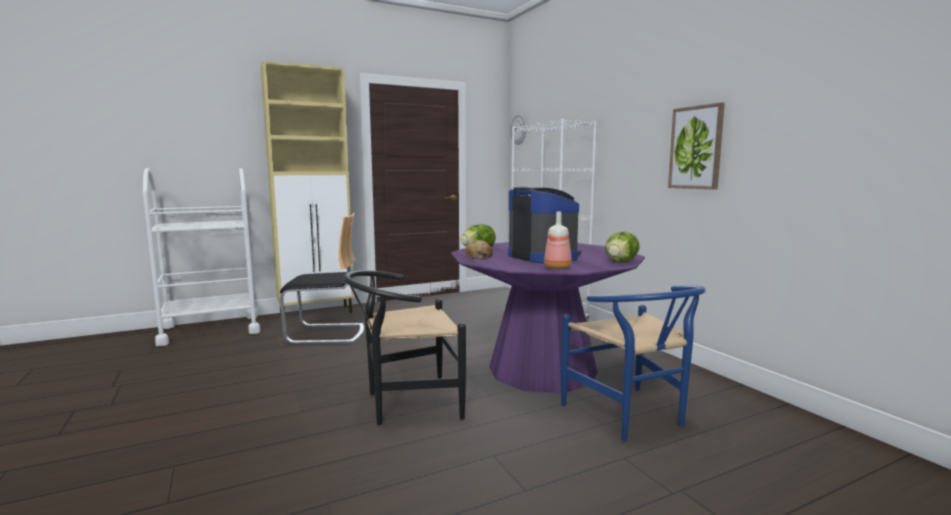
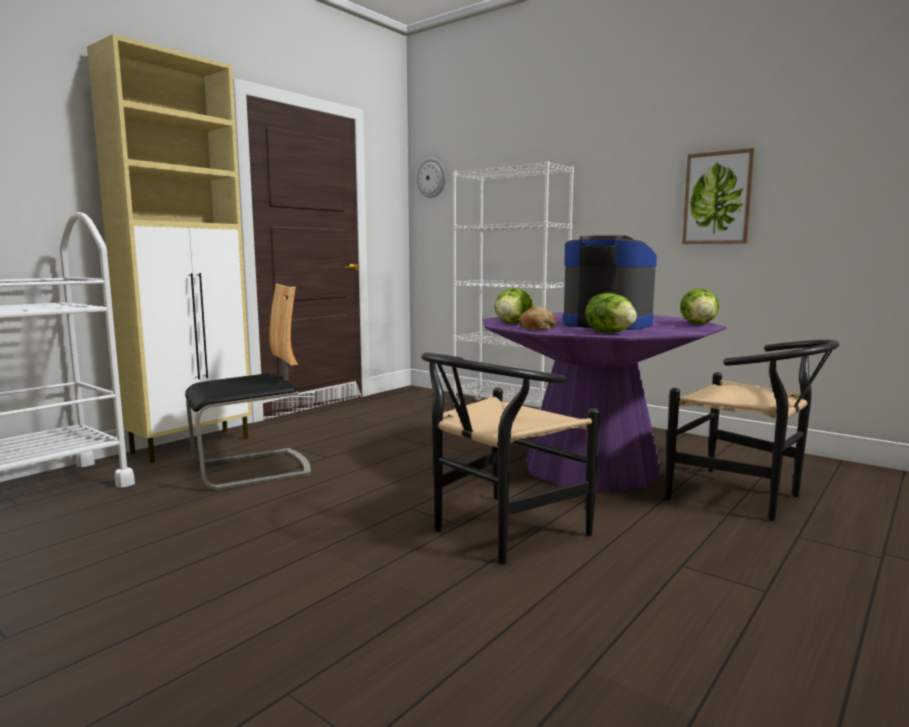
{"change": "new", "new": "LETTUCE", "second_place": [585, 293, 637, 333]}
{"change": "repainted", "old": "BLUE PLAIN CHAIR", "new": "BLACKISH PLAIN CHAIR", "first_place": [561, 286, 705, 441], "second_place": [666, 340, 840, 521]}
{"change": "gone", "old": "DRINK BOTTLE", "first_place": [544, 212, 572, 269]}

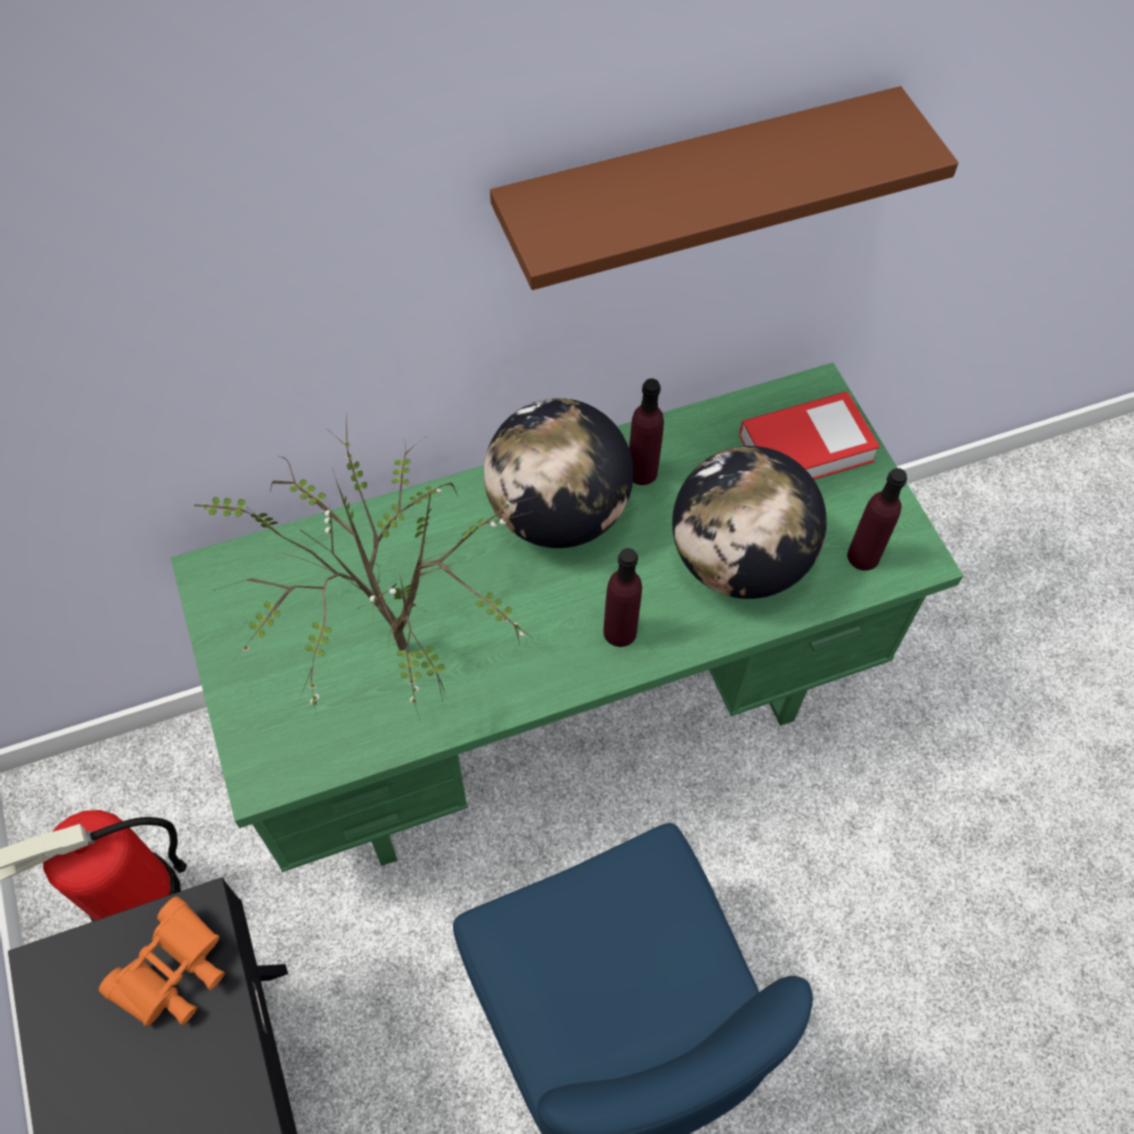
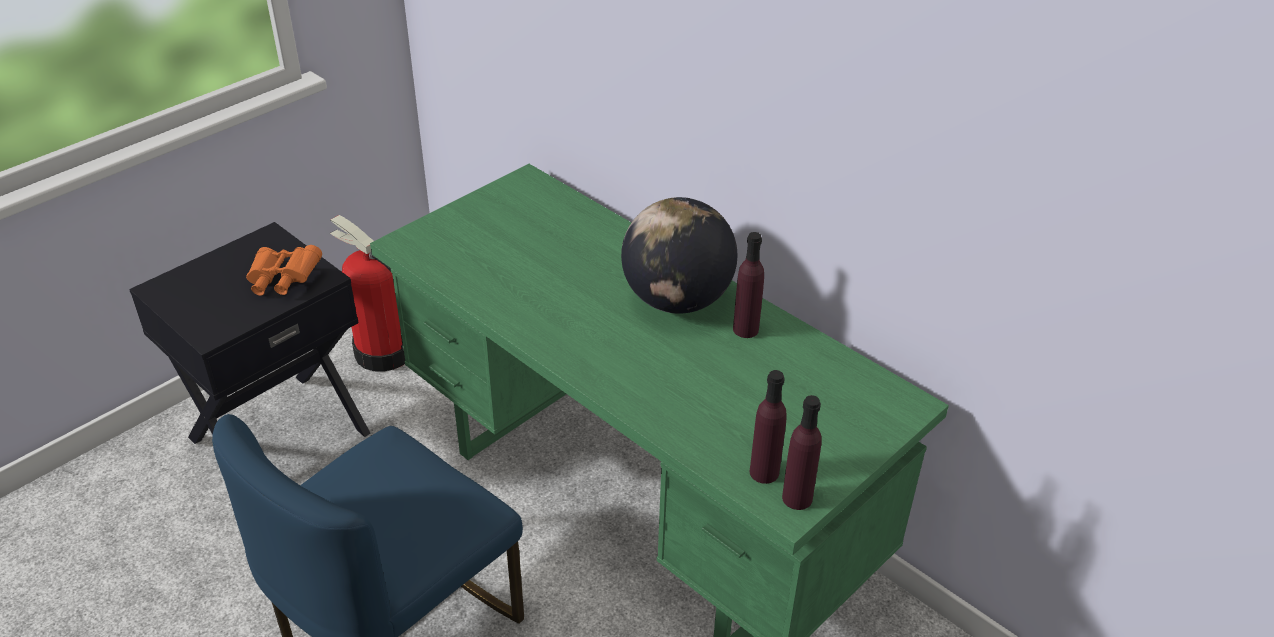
{"change": "shifted", "old": "PURPLE-COLOURED DRINK BOTTLE", "first_place": [603, 548, 642, 647], "second_place": [782, 395, 822, 510]}
{"change": "gone", "old": "PLANT IN A POT", "first_place": [194, 416, 537, 719]}
{"change": "gone", "old": "BROWN SHELF", "first_place": [490, 86, 958, 290]}
{"change": "gone", "old": "GLOBE", "first_place": [672, 446, 827, 599]}
{"change": "gone", "old": "BOUND BOOK", "first_place": [739, 391, 880, 480]}

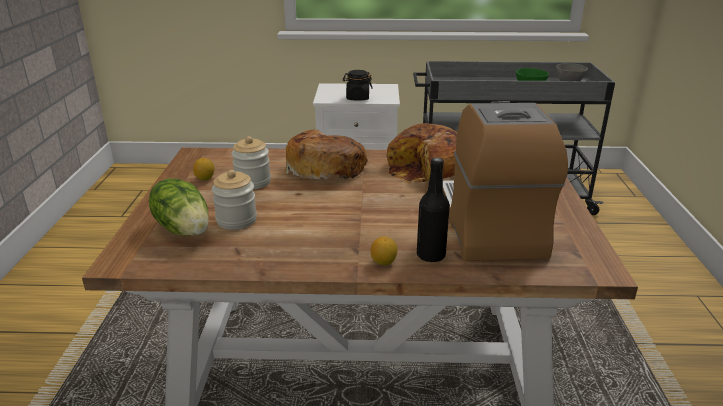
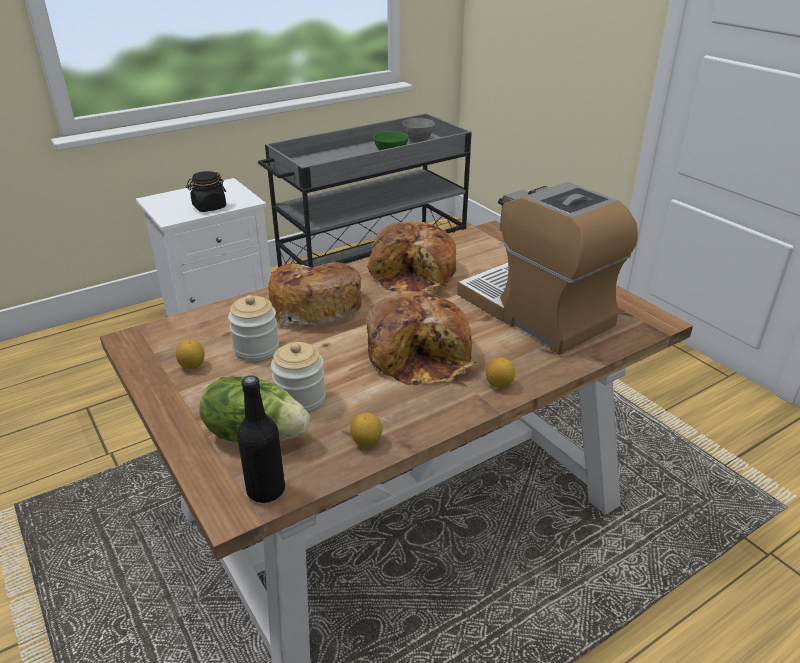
{"change": "shifted", "old": "BLACKISH DRINK BOTTLE", "first_place": [417, 158, 450, 262], "second_place": [237, 376, 285, 503]}
{"change": "new", "new": "LEMON", "second_place": [350, 412, 382, 447]}
{"change": "new", "new": "BAKED BREAD", "second_place": [366, 291, 477, 386]}

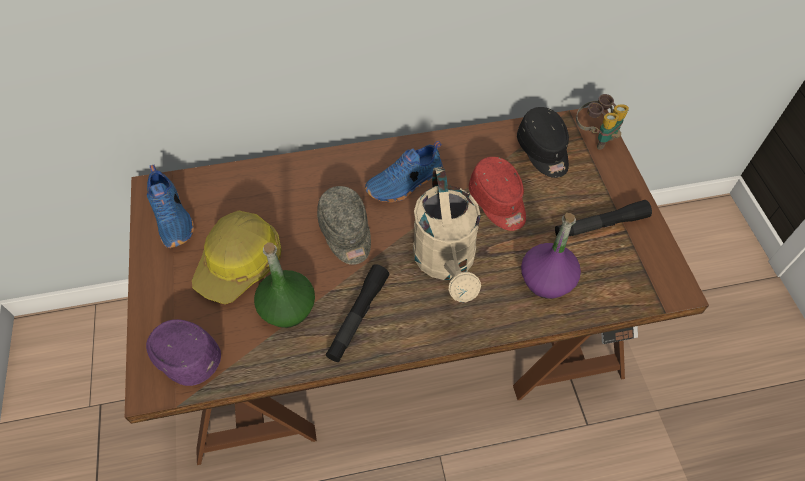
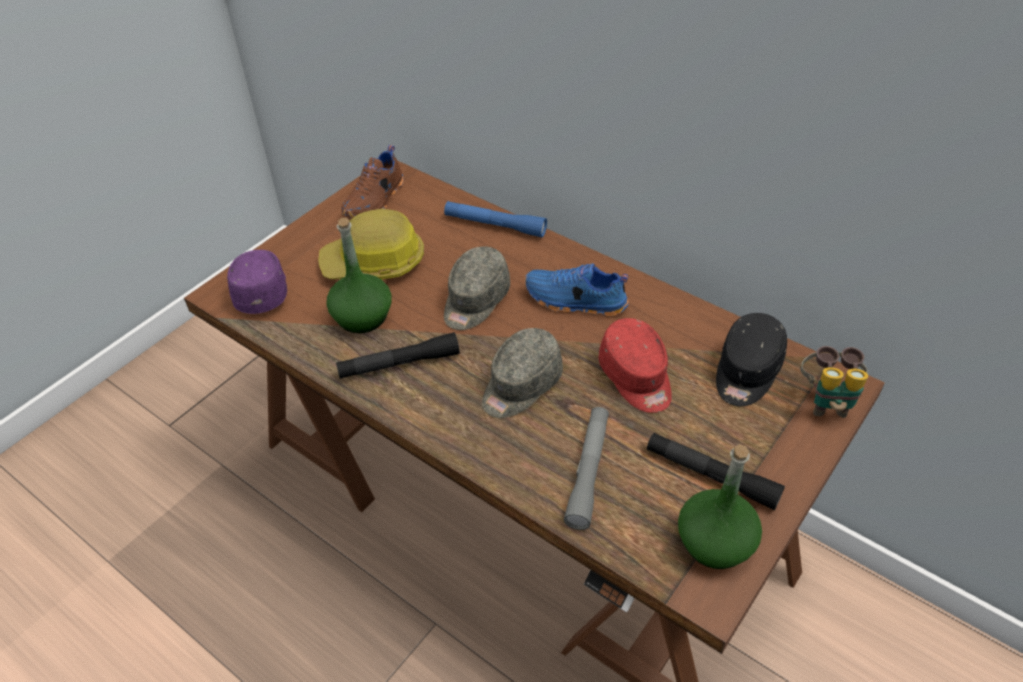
{"change": "repainted", "old": "BLUE LOW SHOE", "new": "BROWN LOW SHOE", "first_place": [147, 165, 194, 248], "second_place": [341, 145, 404, 218]}
{"change": "new", "new": "BLUE FLASHLIGHT", "second_place": [444, 201, 547, 238]}
{"change": "swapped", "old": "SAND-COLOURED SPRINKLING CAN", "new": "GRAY PEAKED CAP", "first_place": [413, 167, 481, 302], "second_place": [482, 328, 563, 418]}
{"change": "swapped", "old": "PURPLE-COLOURED DRINK BOTTLE", "new": "GRAY FLASHLIGHT", "first_place": [521, 213, 581, 299], "second_place": [564, 407, 609, 530]}
{"change": "rotated", "old": "RED PEAKED CAP", "first_place": [469, 157, 526, 231], "second_place": [599, 318, 672, 413], "degrees": -45}
{"change": "new", "new": "GREEN DRINK BOTTLE", "second_place": [678, 444, 762, 569]}

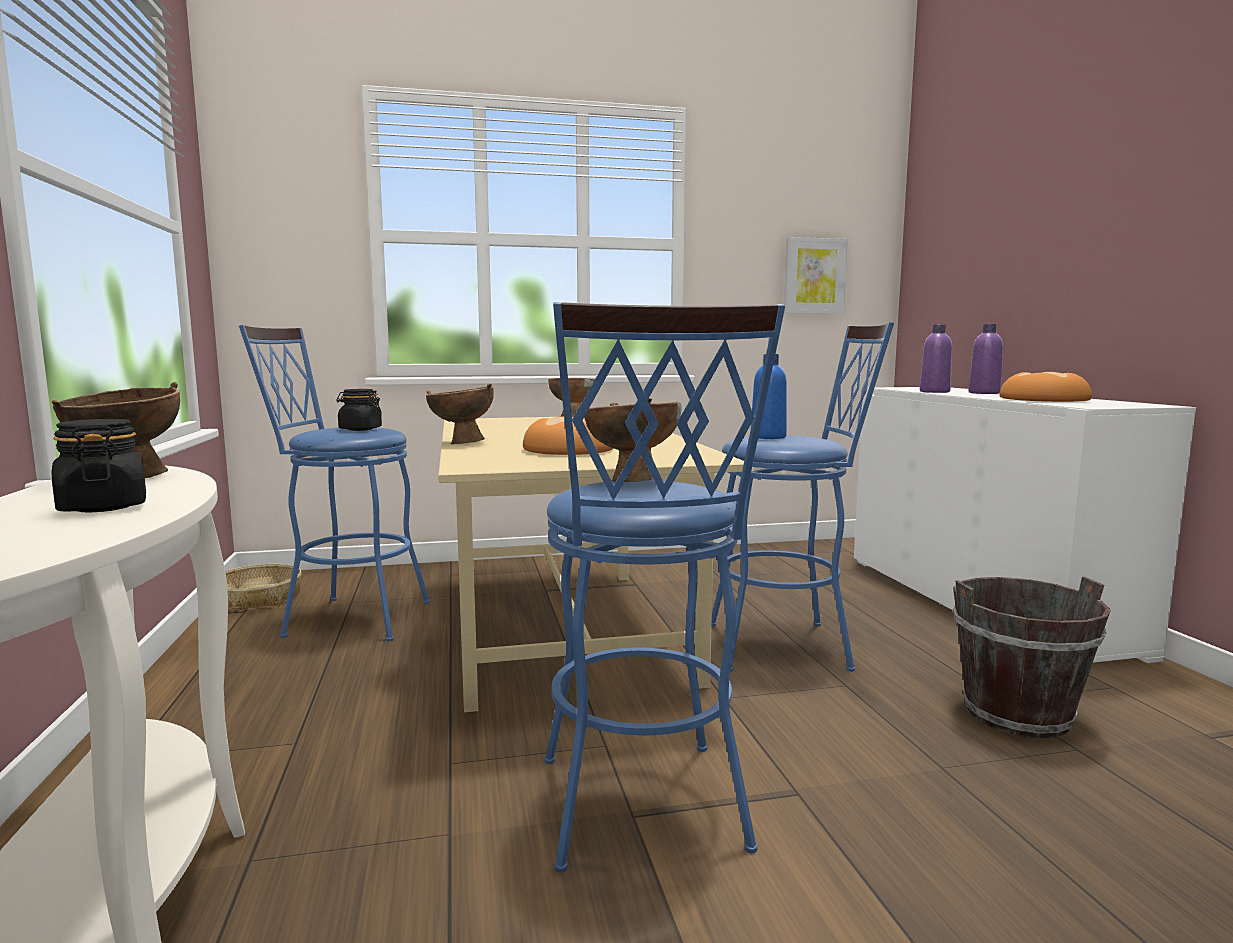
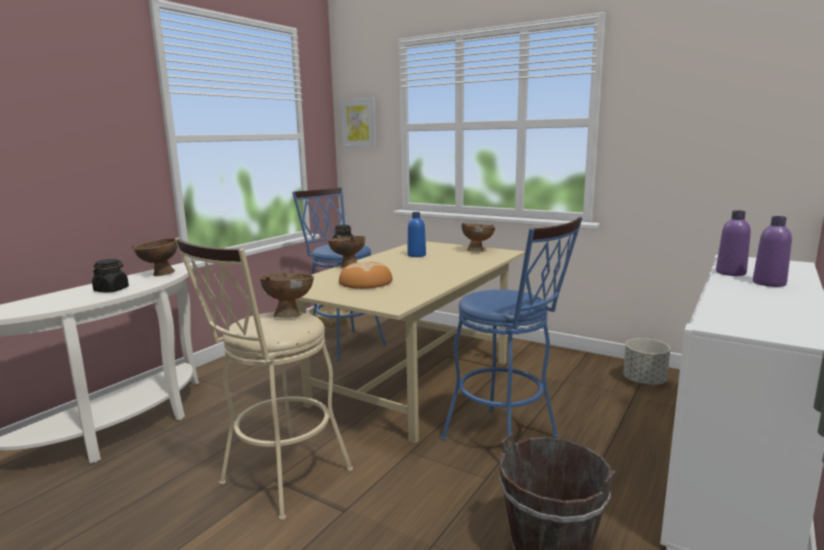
{"change": "repainted", "old": "BLUE SITTING STOOL", "new": "SAND-COLOURED SITTING STOOL", "first_place": [545, 302, 785, 873], "second_place": [175, 238, 353, 521]}
{"change": "shifted", "old": "WALL ART", "first_place": [784, 237, 848, 314], "second_place": [340, 98, 377, 148]}
{"change": "shifted", "old": "BLUE DRINK BOTTLE", "first_place": [751, 354, 787, 439], "second_place": [407, 212, 426, 257]}
{"change": "new", "new": "GRAY PLANTER", "second_place": [623, 338, 670, 386]}
{"change": "gone", "old": "BAKED BREAD", "first_place": [999, 372, 1092, 402]}

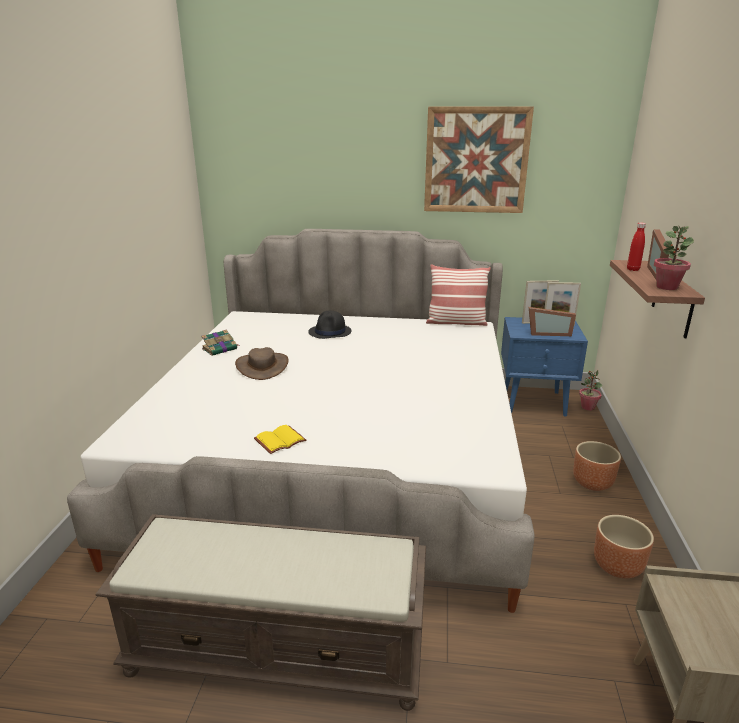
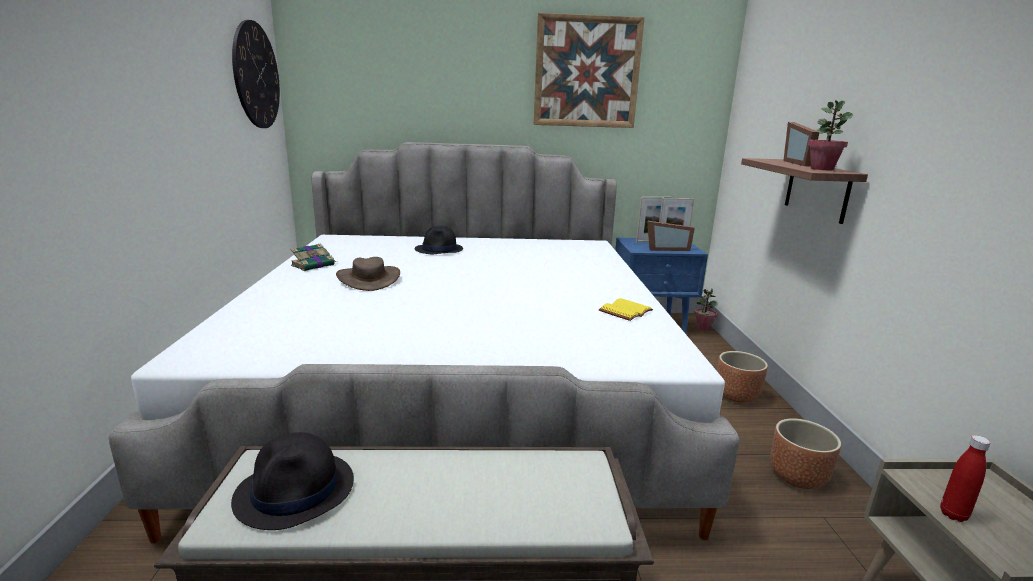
{"change": "new", "new": "BLACKISH CLOTHING HAT", "second_place": [231, 432, 354, 530]}
{"change": "new", "new": "HANGING CLOCK", "second_place": [232, 20, 280, 128]}
{"change": "shifted", "old": "YELLOWISH BOUND BOOK", "first_place": [254, 425, 307, 454], "second_place": [599, 298, 653, 321]}
{"change": "shifted", "old": "RED DRINK BOTTLE", "first_place": [627, 223, 646, 271], "second_place": [940, 435, 991, 522]}
{"change": "gone", "old": "PILLOW", "first_place": [426, 264, 491, 326]}

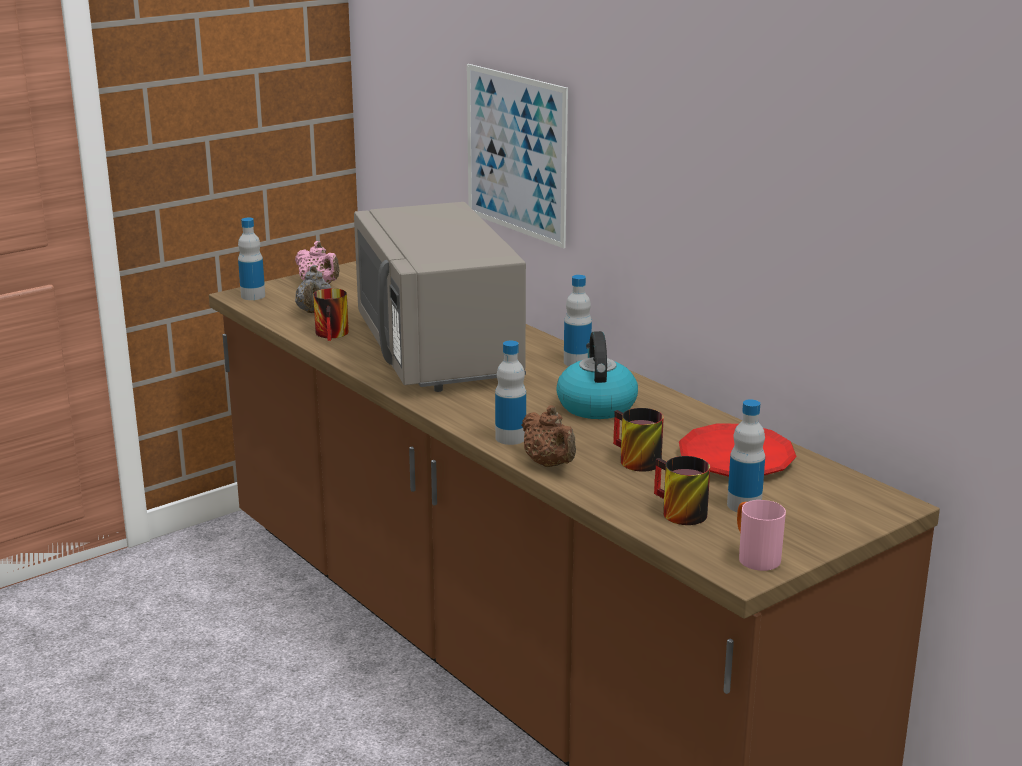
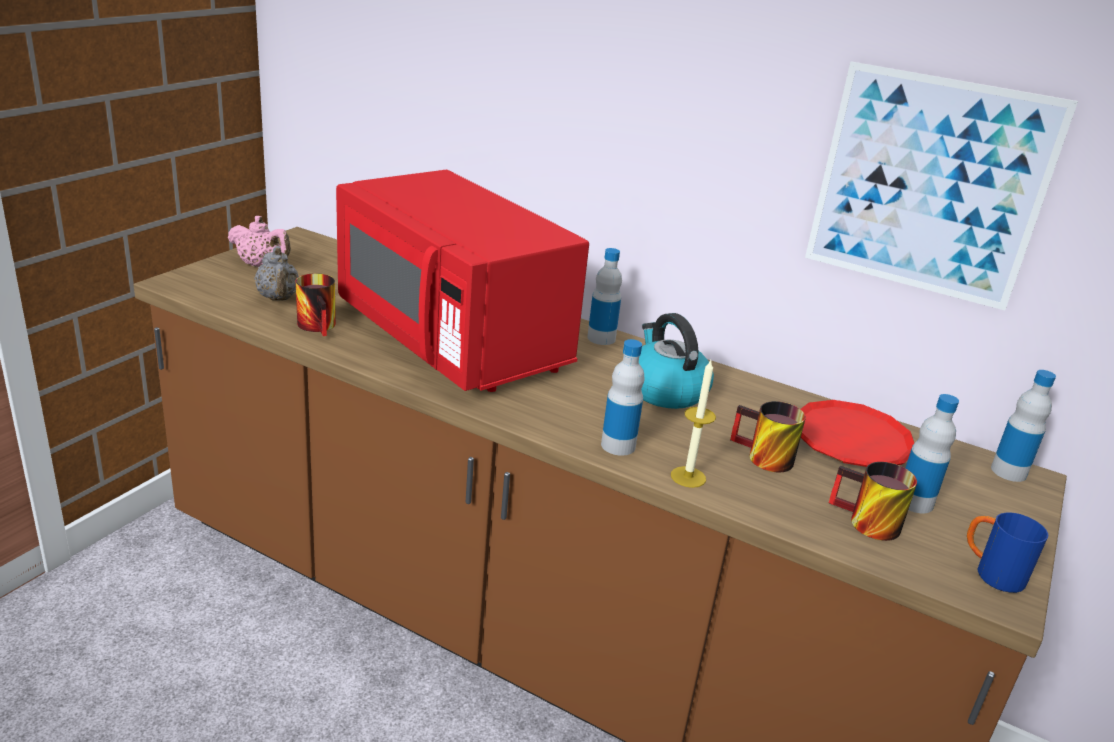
{"change": "repainted", "old": "GRAY MICROWAVE OVEN", "new": "RED MICROWAVE OVEN", "first_place": [354, 202, 526, 392], "second_place": [336, 169, 589, 392]}
{"change": "swapped", "old": "BROWN POT FOR TEA", "new": "CANDLE", "first_place": [522, 405, 576, 467], "second_place": [671, 360, 716, 488]}
{"change": "shifted", "old": "WALL ART", "first_place": [467, 64, 568, 248], "second_place": [805, 61, 1078, 310]}
{"change": "repainted", "old": "PINK COFFEE MUG", "new": "BLUE COFFEE MUG", "first_place": [737, 500, 786, 571], "second_place": [967, 513, 1048, 593]}
{"change": "shifted", "old": "DRINK BOTTLE", "first_place": [238, 218, 265, 300], "second_place": [991, 370, 1056, 482]}

